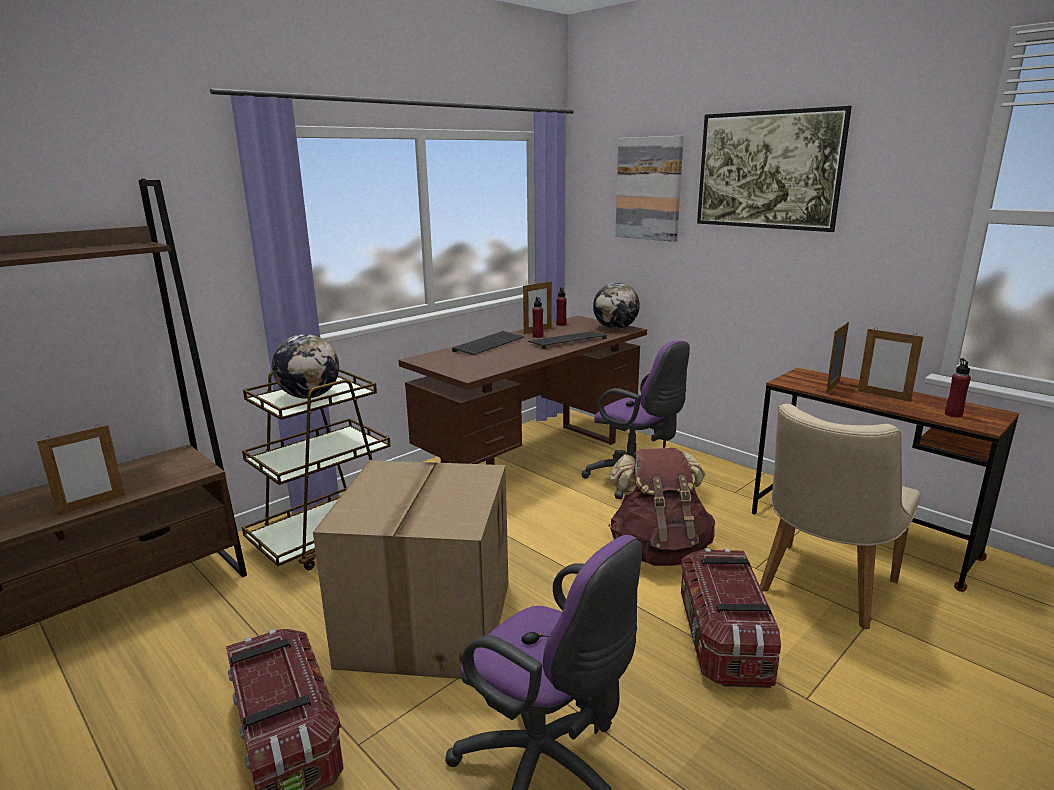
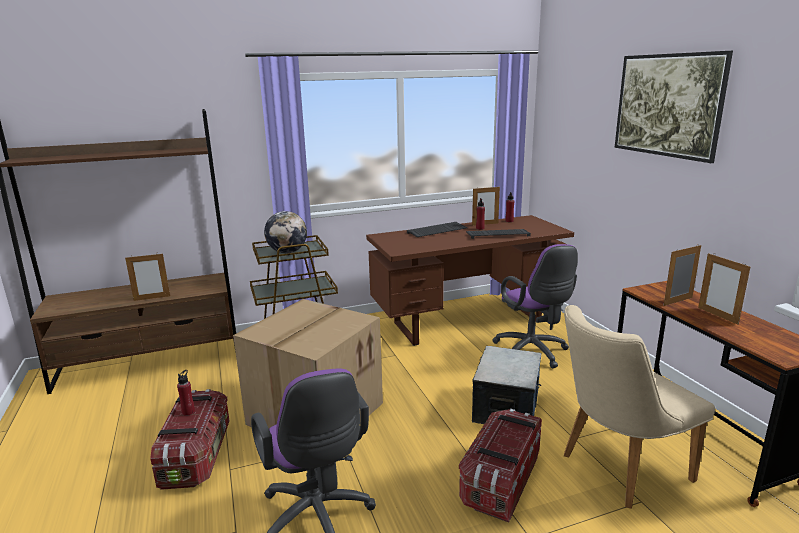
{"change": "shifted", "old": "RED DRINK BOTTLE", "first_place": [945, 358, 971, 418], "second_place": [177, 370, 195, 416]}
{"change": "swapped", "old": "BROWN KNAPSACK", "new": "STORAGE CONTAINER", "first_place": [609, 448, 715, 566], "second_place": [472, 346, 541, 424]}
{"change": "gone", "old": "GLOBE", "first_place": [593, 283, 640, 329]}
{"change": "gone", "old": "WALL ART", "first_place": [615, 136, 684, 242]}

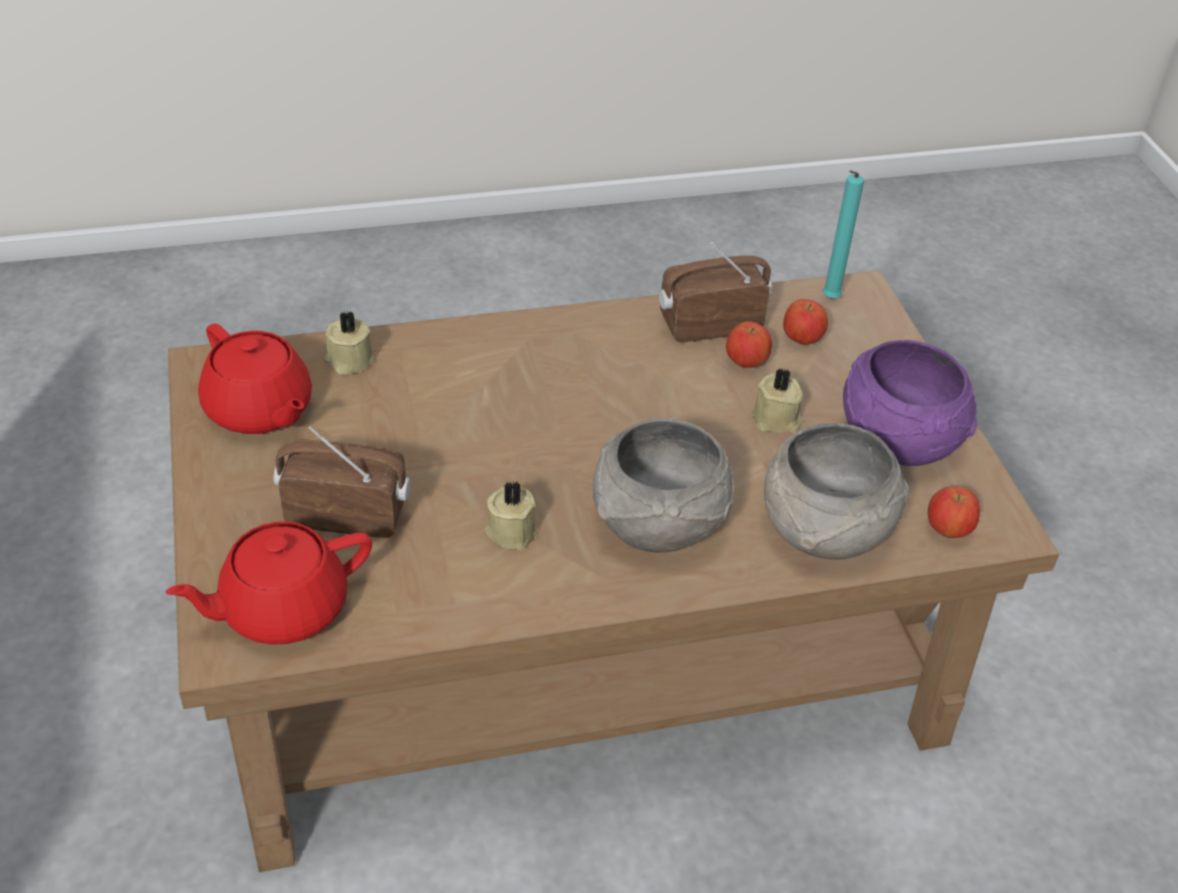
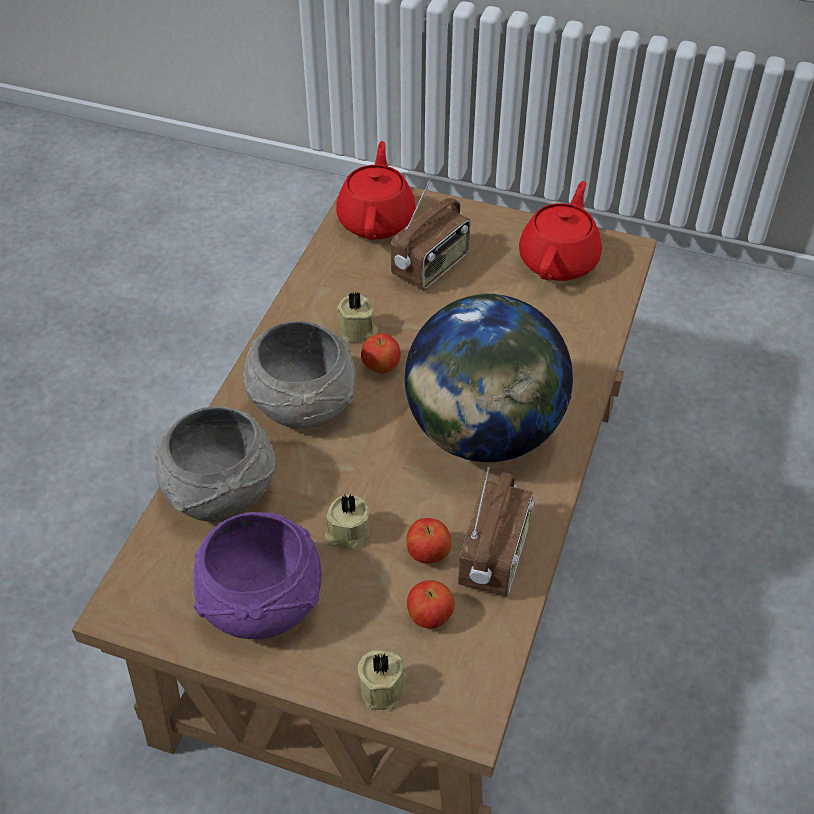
{"change": "shifted", "old": "SAND-COLOURED CANDLE", "first_place": [324, 311, 374, 375], "second_place": [358, 650, 407, 711]}
{"change": "shifted", "old": "APPLE FRUIT", "first_place": [928, 486, 980, 538], "second_place": [361, 333, 401, 373]}
{"change": "new", "new": "GLOBE", "second_place": [405, 294, 573, 462]}
{"change": "rotated", "old": "RED POT FOR TEA", "first_place": [198, 323, 312, 434], "second_place": [519, 181, 602, 281], "degrees": 120}
{"change": "gone", "old": "TURQUOISE CANDLE", "first_place": [822, 170, 864, 299]}

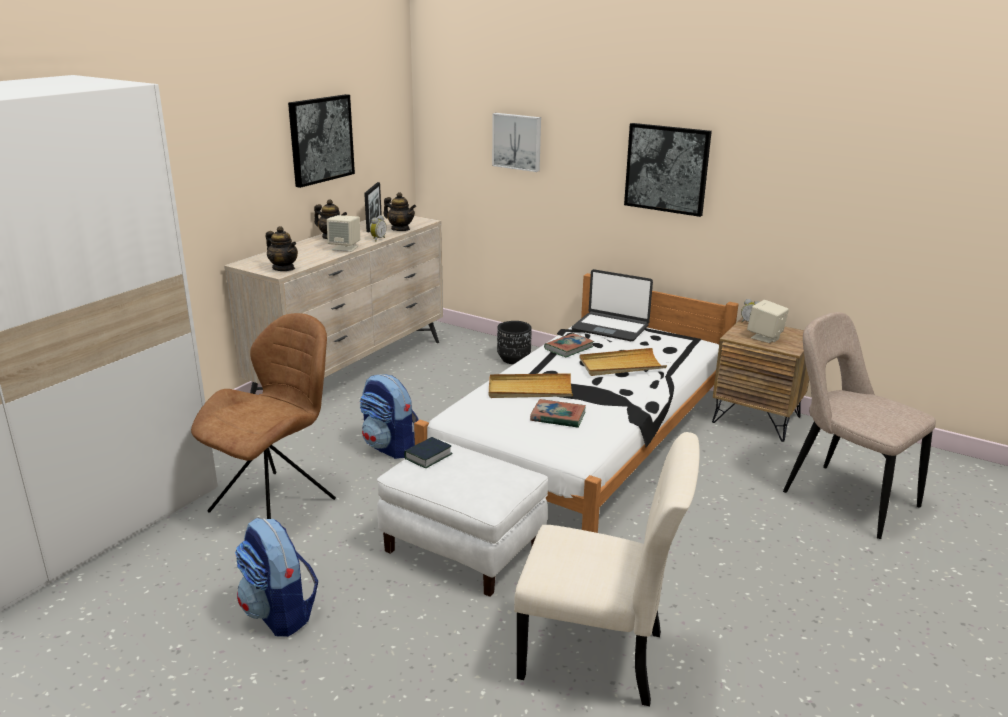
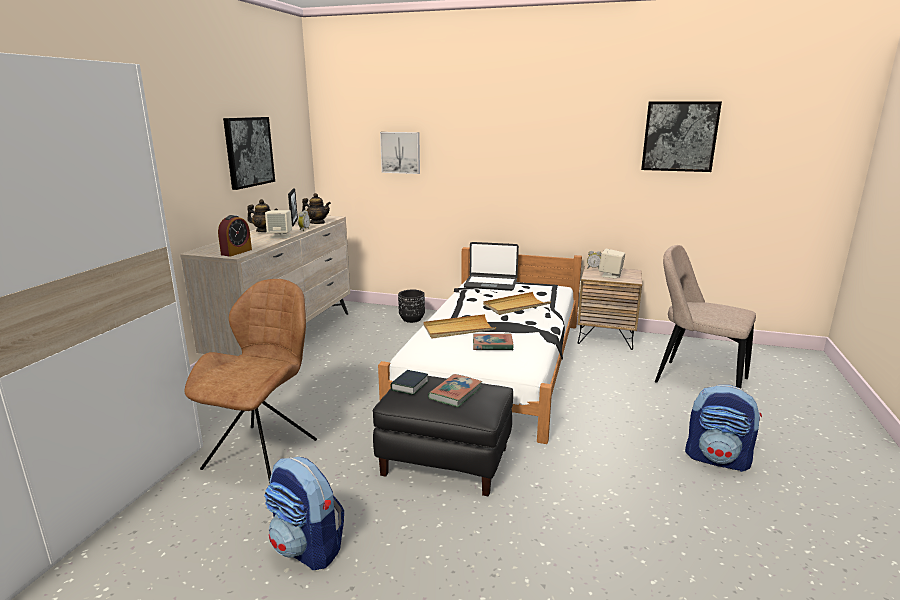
{"change": "swapped", "old": "POT FOR TEA", "new": "ALARM CLOCK", "first_place": [266, 226, 298, 271], "second_place": [218, 215, 252, 256]}
{"change": "repainted", "old": "WHITISH OTTOMAN", "new": "BLACKISH OTTOMAN", "first_place": [377, 439, 548, 597], "second_place": [373, 376, 513, 497]}
{"change": "shifted", "old": "BOUND BOOK", "first_place": [544, 333, 594, 357], "second_place": [428, 374, 482, 407]}
{"change": "shifted", "old": "WALL ART", "first_place": [624, 123, 712, 217], "second_place": [641, 101, 722, 172]}
{"change": "shifted", "old": "KNAPSACK", "first_place": [360, 374, 419, 459], "second_place": [685, 385, 762, 472]}
{"change": "gone", "old": "SAND-COLOURED PLAIN CHAIR", "first_place": [514, 432, 700, 706]}

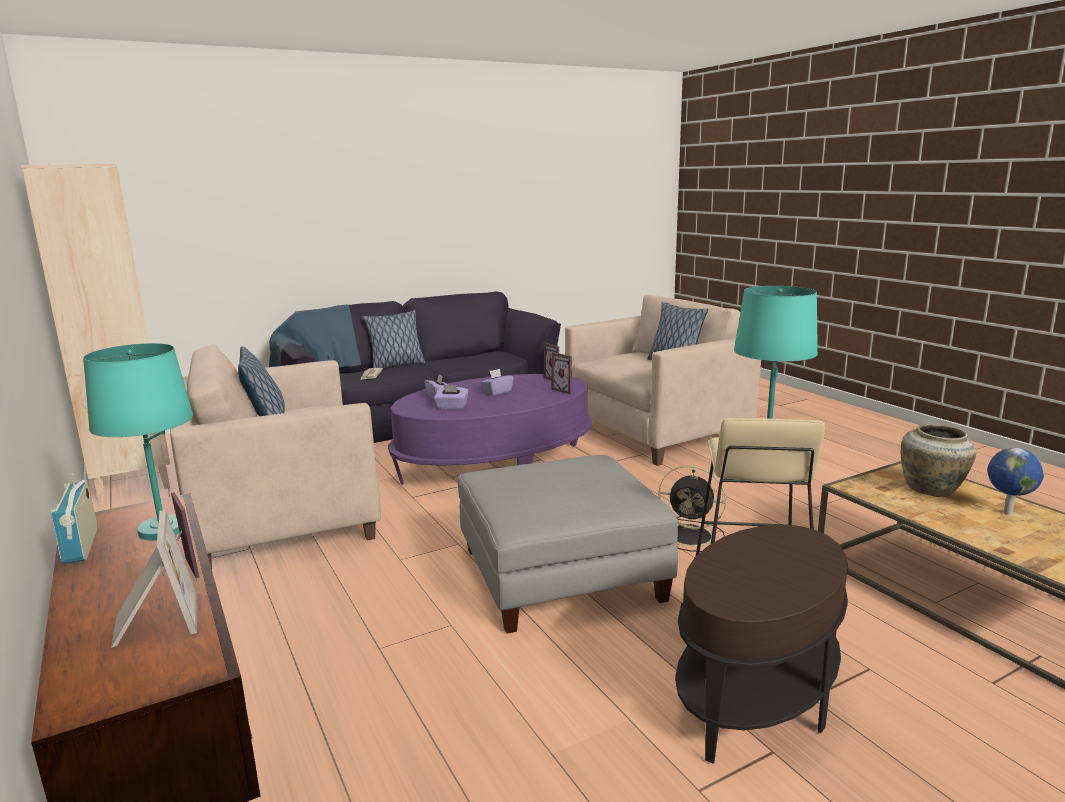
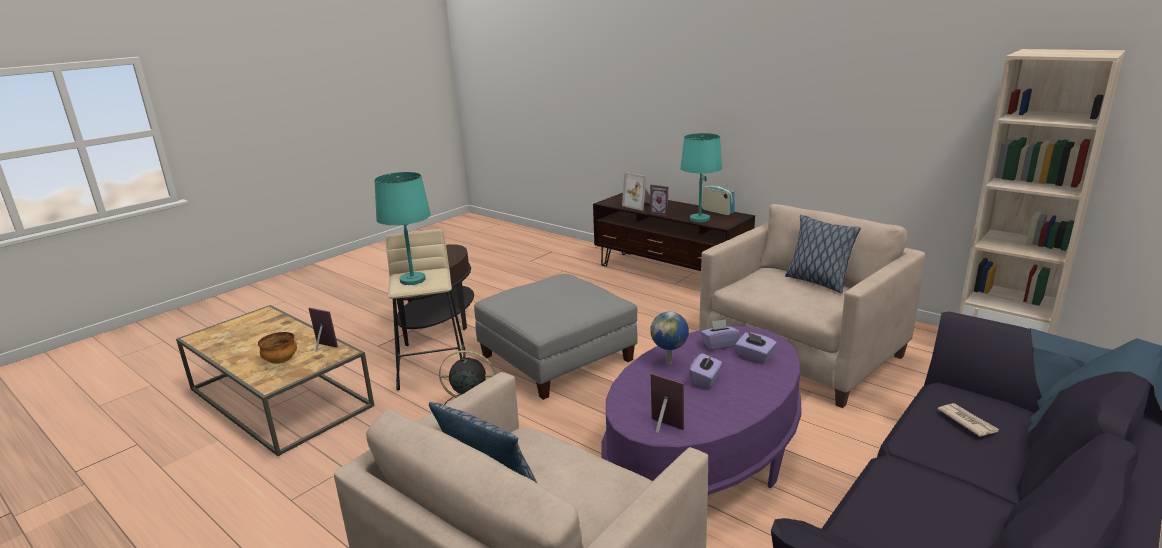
{"change": "swapped", "old": "SAND-COLOURED VASE", "new": "DEEP DISH", "first_place": [900, 424, 976, 497], "second_place": [258, 332, 297, 364]}
{"change": "shifted", "old": "STANDING FRAME", "first_place": [551, 352, 572, 395], "second_place": [308, 308, 338, 351]}
{"change": "shifted", "old": "GLOBE", "first_place": [988, 448, 1044, 515], "second_place": [650, 312, 689, 365]}
{"change": "gone", "old": "PILLOW", "first_place": [362, 310, 425, 369]}

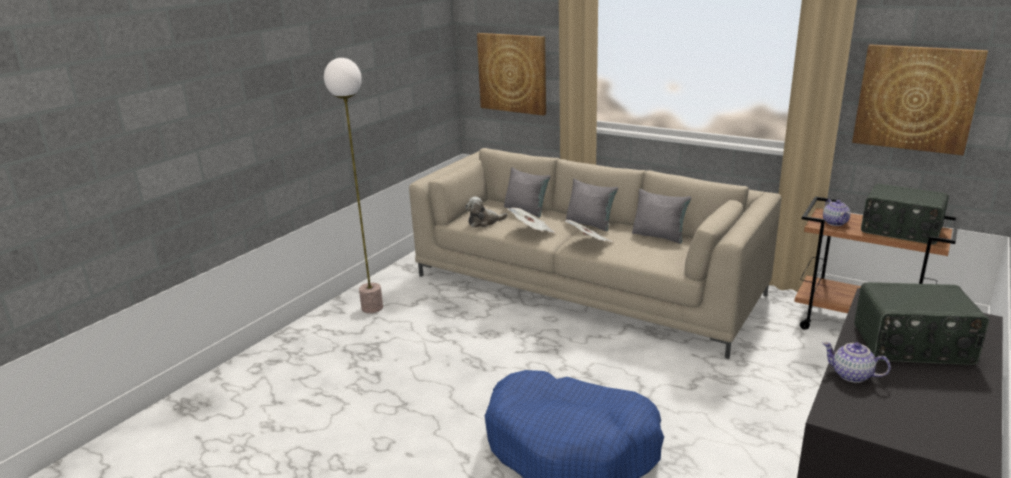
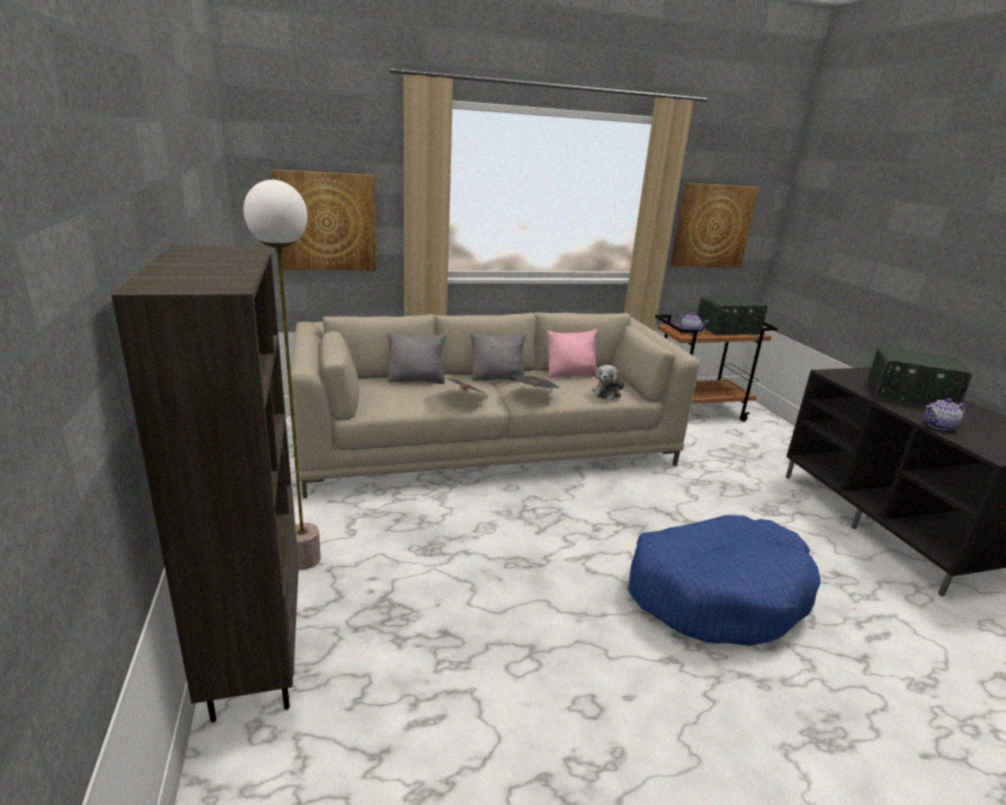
{"change": "new", "new": "BROWN BOOKCASE", "second_place": [112, 245, 299, 723]}
{"change": "repainted", "old": "GRAY PILLOW", "new": "PINK PILLOW", "first_place": [632, 189, 691, 244], "second_place": [547, 329, 597, 377]}
{"change": "shifted", "old": "CUDDLY TOY", "first_place": [465, 197, 508, 227], "second_place": [592, 365, 624, 400]}
{"change": "rotated", "old": "RADIO SET", "first_place": [854, 282, 989, 365], "second_place": [868, 346, 972, 407], "degrees": 60}

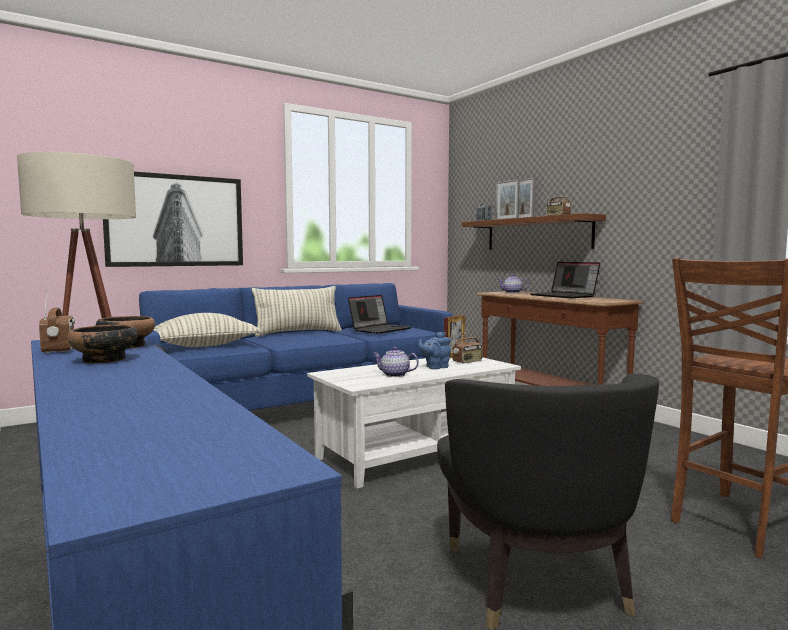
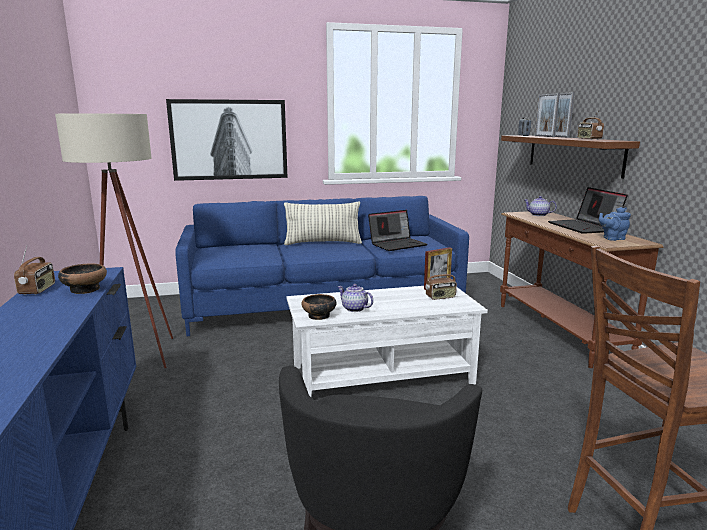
{"change": "shifted", "old": "DEEP DISH", "first_place": [67, 325, 138, 364], "second_place": [302, 294, 336, 320]}
{"change": "shifted", "old": "BLUE POT FOR TEA", "first_place": [418, 332, 451, 369], "second_place": [599, 207, 631, 241]}
{"change": "gone", "old": "PILLOW", "first_place": [154, 313, 261, 347]}

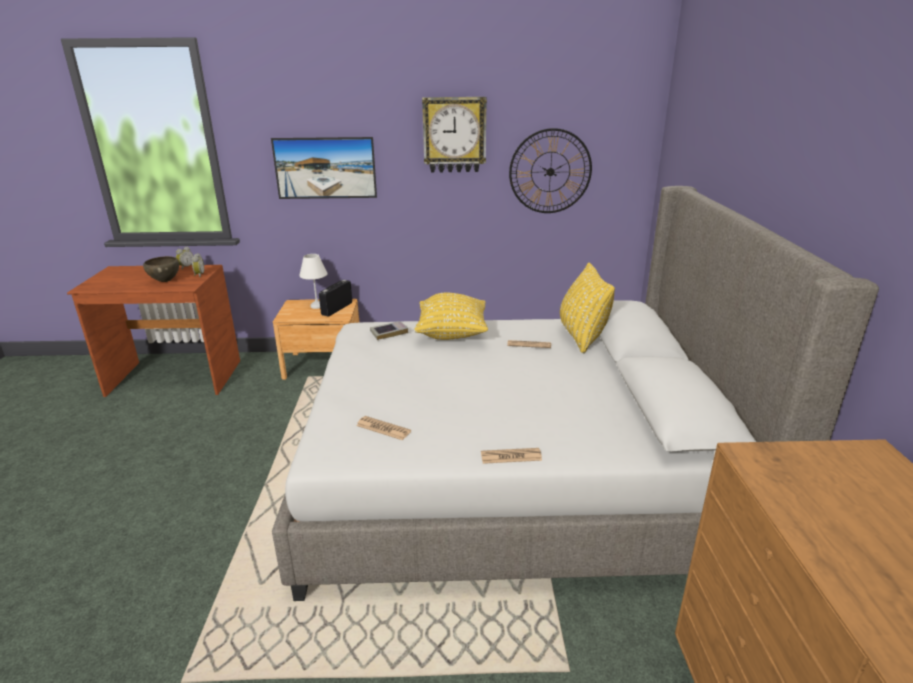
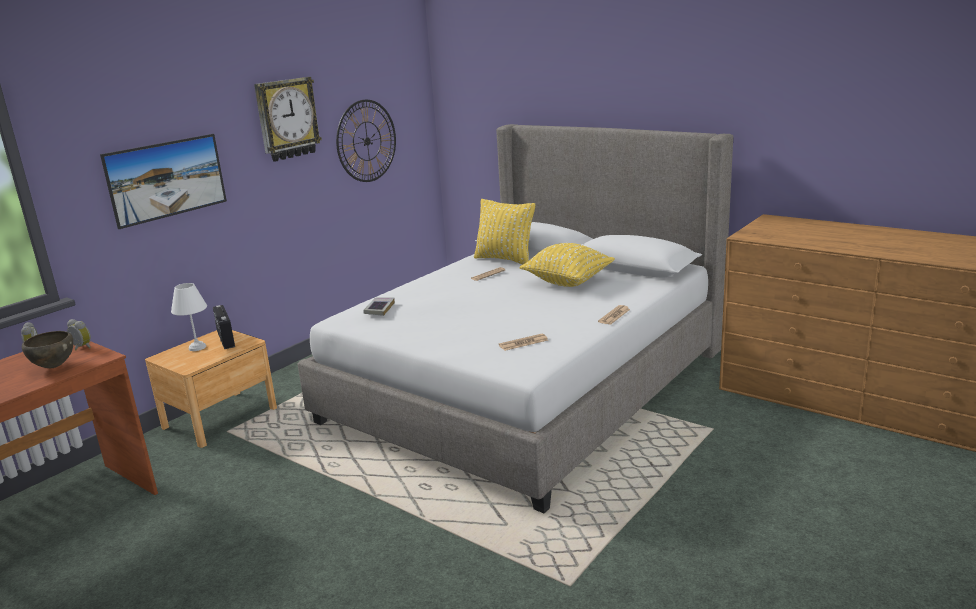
{"change": "shifted", "old": "YELLOWISH PILLOW", "first_place": [414, 293, 488, 340], "second_place": [520, 243, 615, 287]}

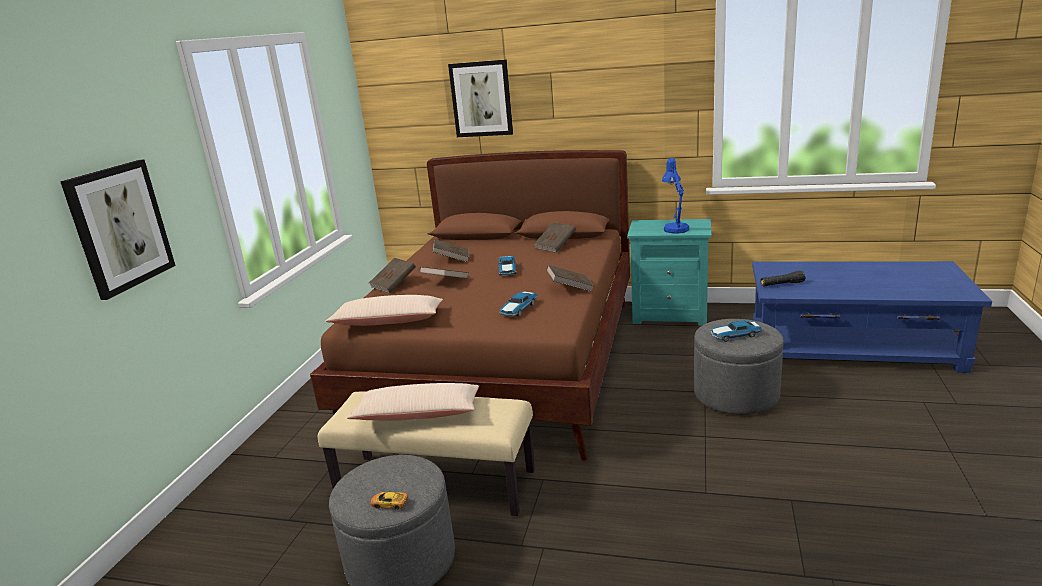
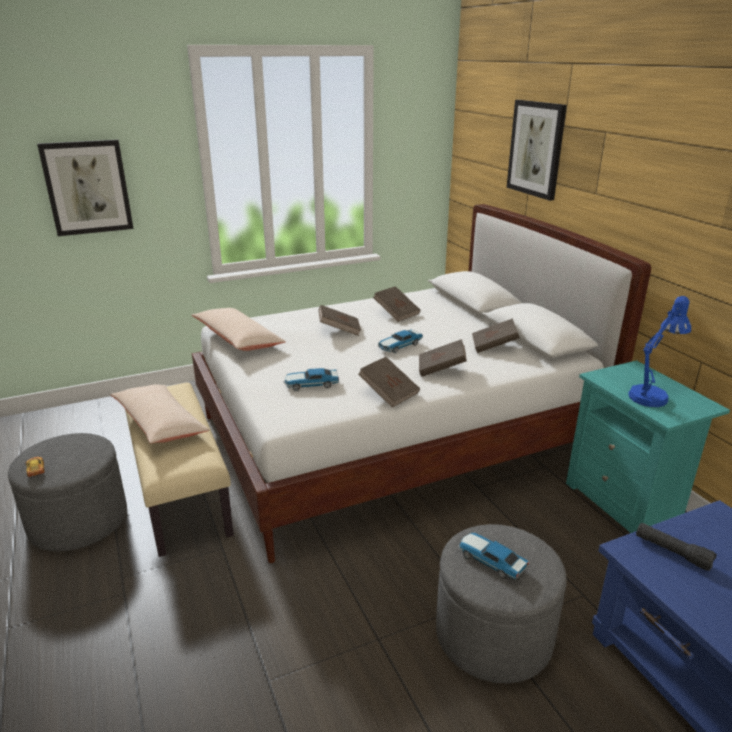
{"change": "repainted", "old": "BROWN SLEEPING BED", "new": "WHITISH SLEEPING BED", "first_place": [310, 150, 630, 461], "second_place": [192, 204, 651, 563]}
{"change": "shifted", "old": "BROWN BOUND BOOK", "first_place": [369, 258, 416, 293], "second_place": [419, 339, 467, 377]}

